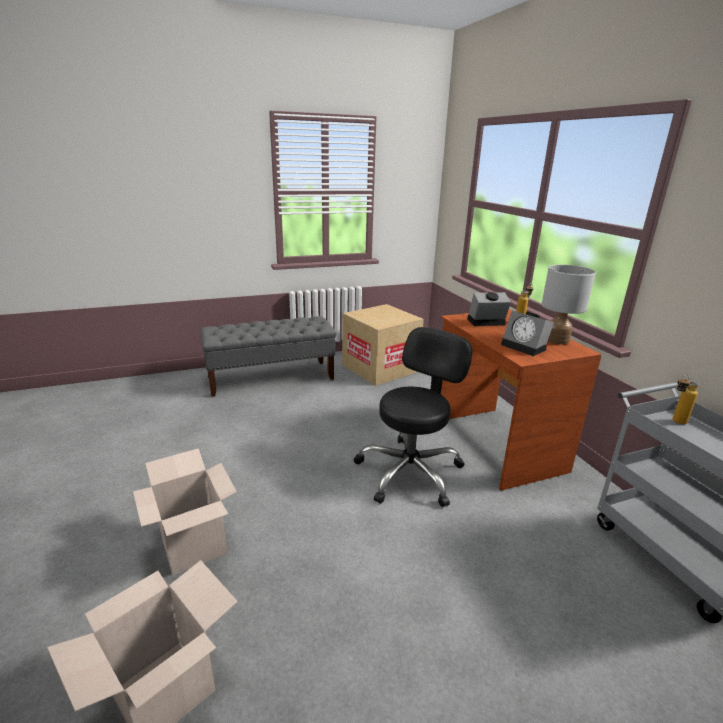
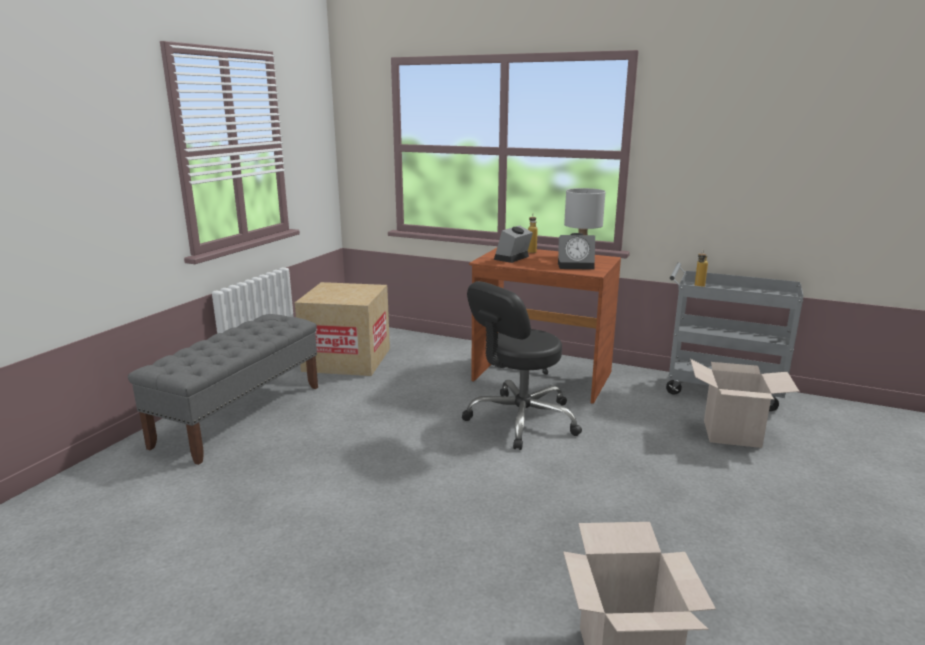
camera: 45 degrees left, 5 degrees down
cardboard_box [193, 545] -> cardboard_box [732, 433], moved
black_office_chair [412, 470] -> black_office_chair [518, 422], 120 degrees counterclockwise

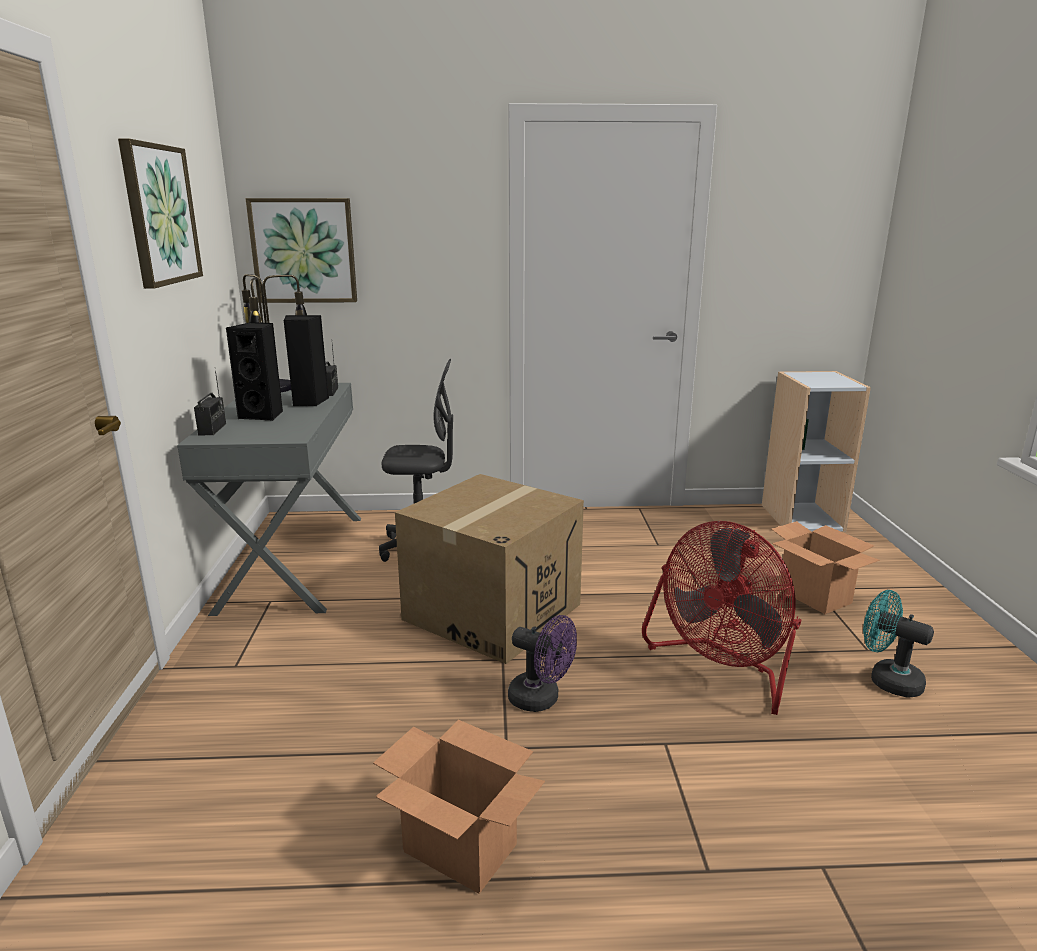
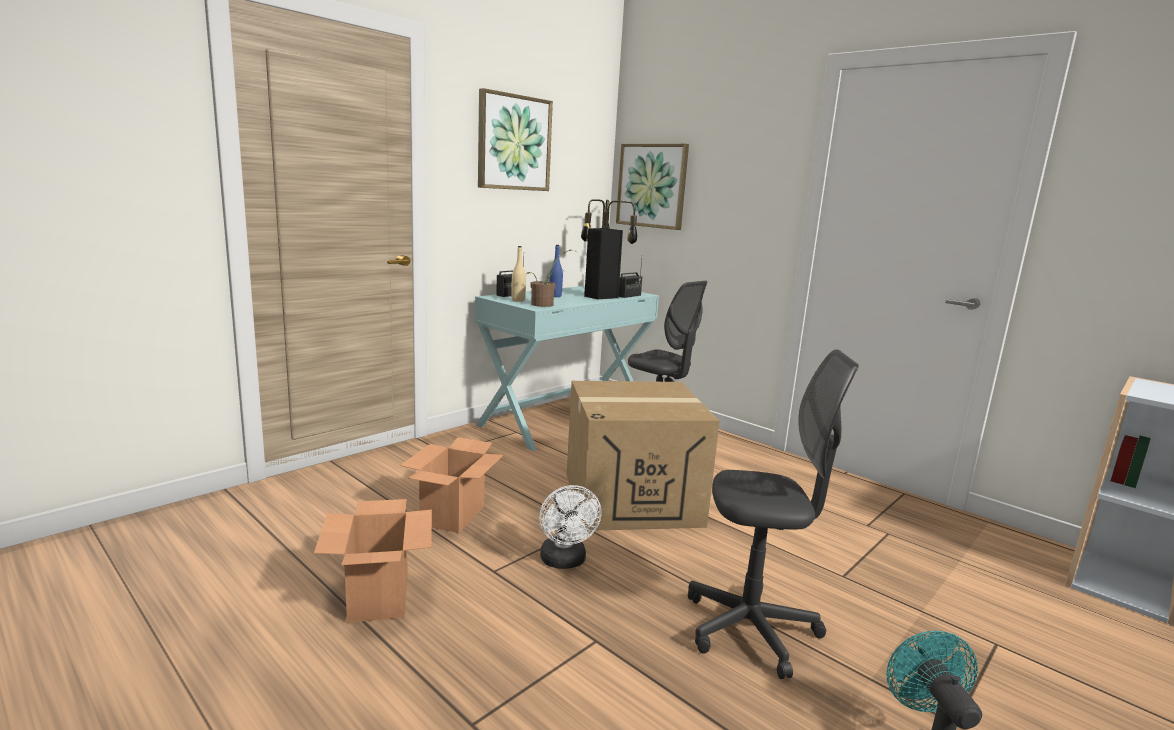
camera: 45 degrees right, 5 degrees down
grey_desk [293, 560] -> turquoise_desk [565, 418]
black_speaker [263, 415] -> blue_bottle [555, 296]
purple_fan [541, 699] -> white_fan [565, 562]
red_fan [720, 664] -> grey_office_chair [750, 629]
cardboard_box [815, 597] -> cardboard_box [452, 515], moved
none -> beige_bottle [518, 300]
none -> potted_plant [546, 304]

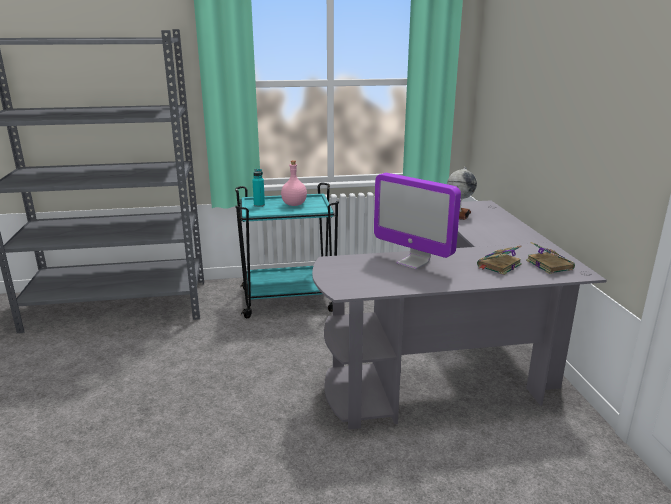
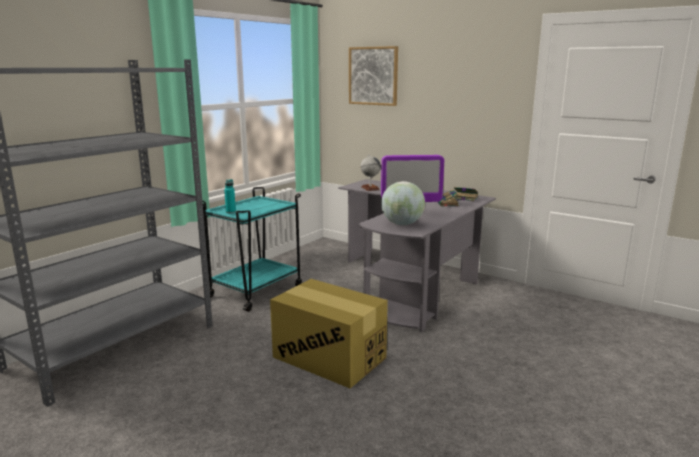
camera: 45 degrees left, 5 degrees down
pink_bottle [294, 204] -> none
none -> cardboard_box [329, 357]
none -> picture [373, 76]
none -> globe [402, 224]

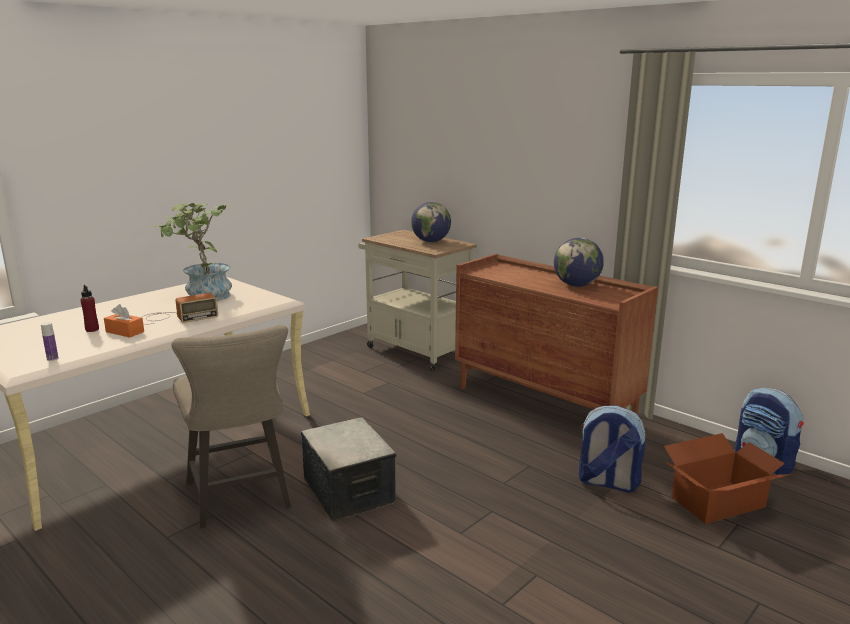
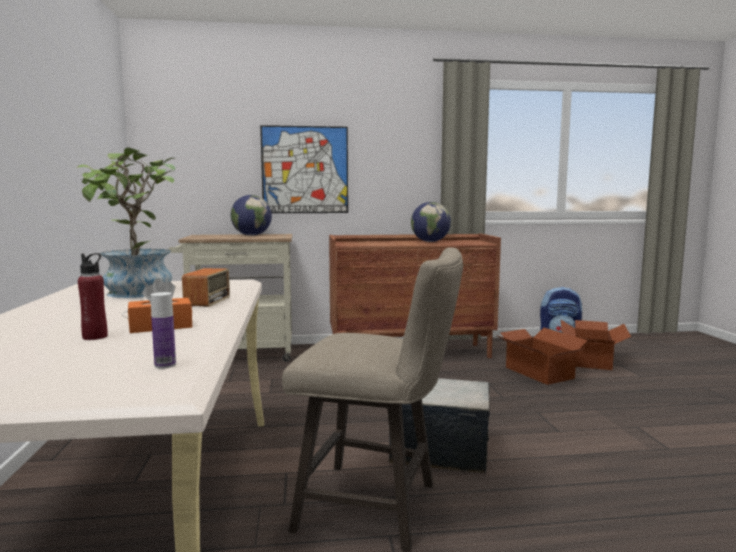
camera: 50 degrees left, 10 degrees down
backpack [607, 482] -> cardboard_box [539, 373]
none -> picture [305, 170]

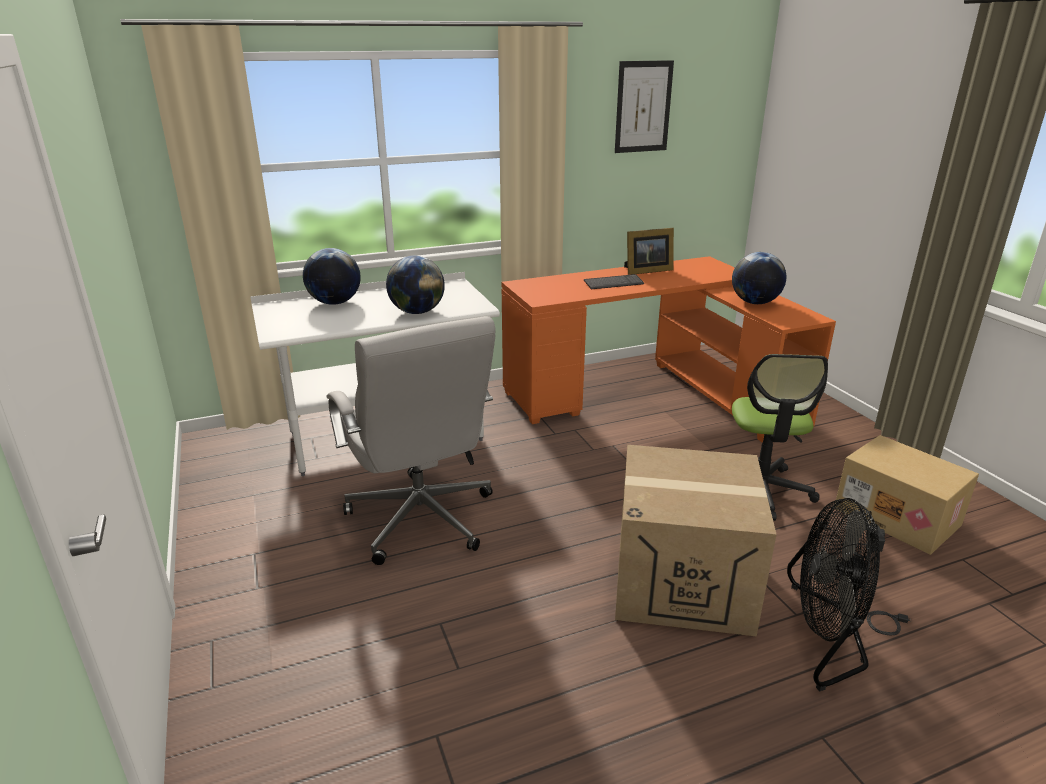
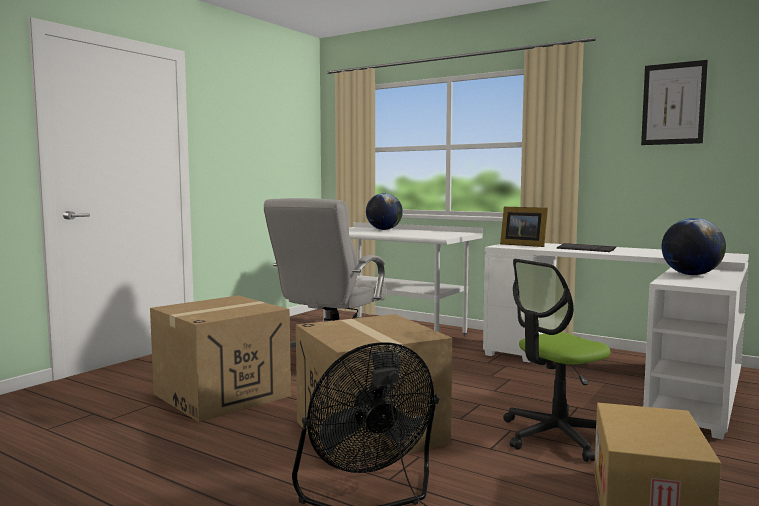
camera: 55 degrees right, 20 degrees down
globe [417, 312] -> none
orange_desk [655, 394] -> white_desk [625, 374]
picture_frame [646, 271] -> picture_frame [522, 245], moved
none -> cardboard_box [222, 395]

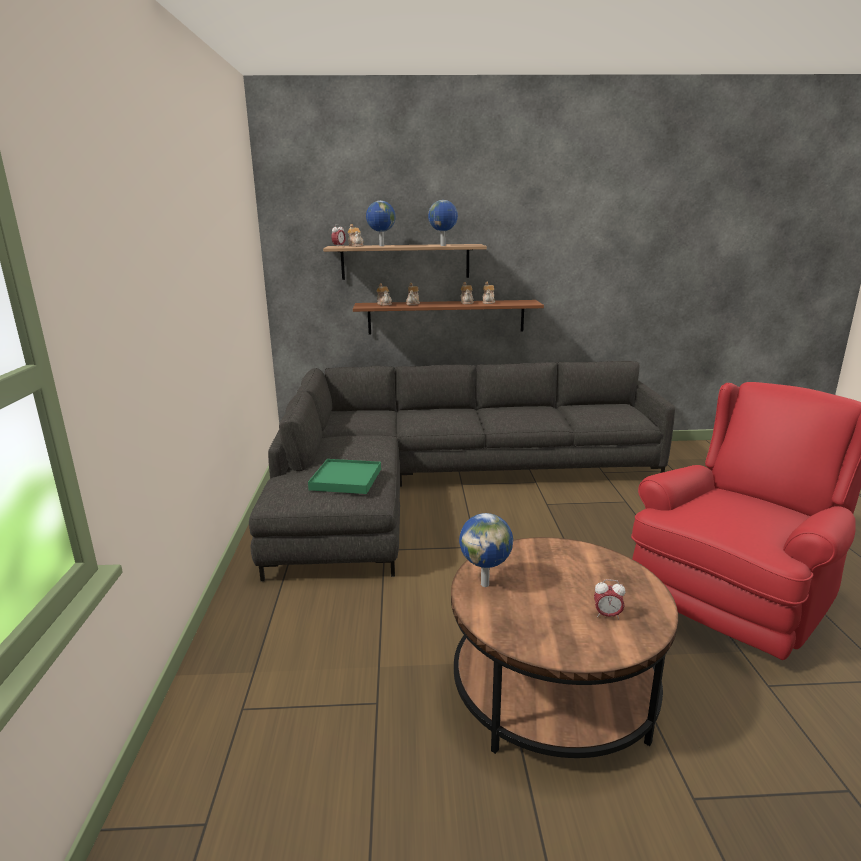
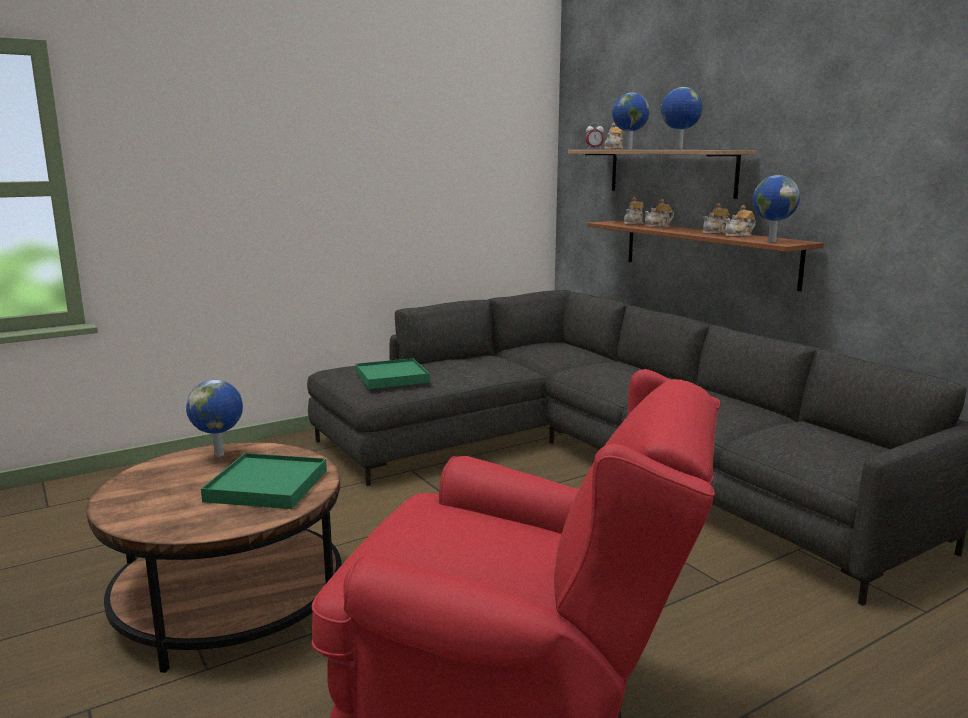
camera: 60 degrees right, 5 degrees down
alarm_clock [607, 615] -> none
none -> green_tray [267, 486]
none -> globe [771, 241]

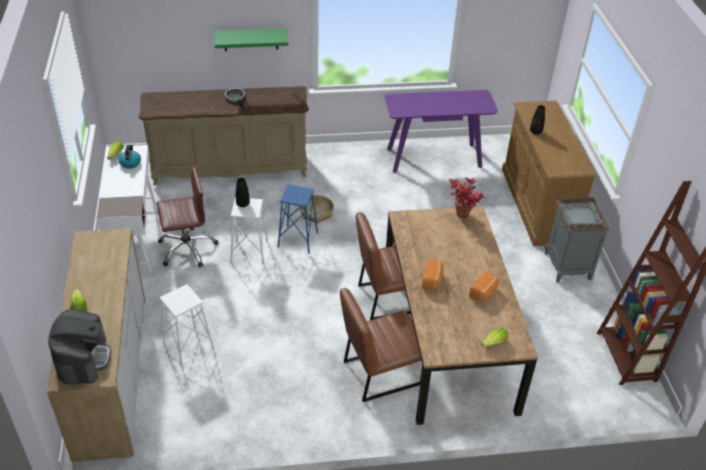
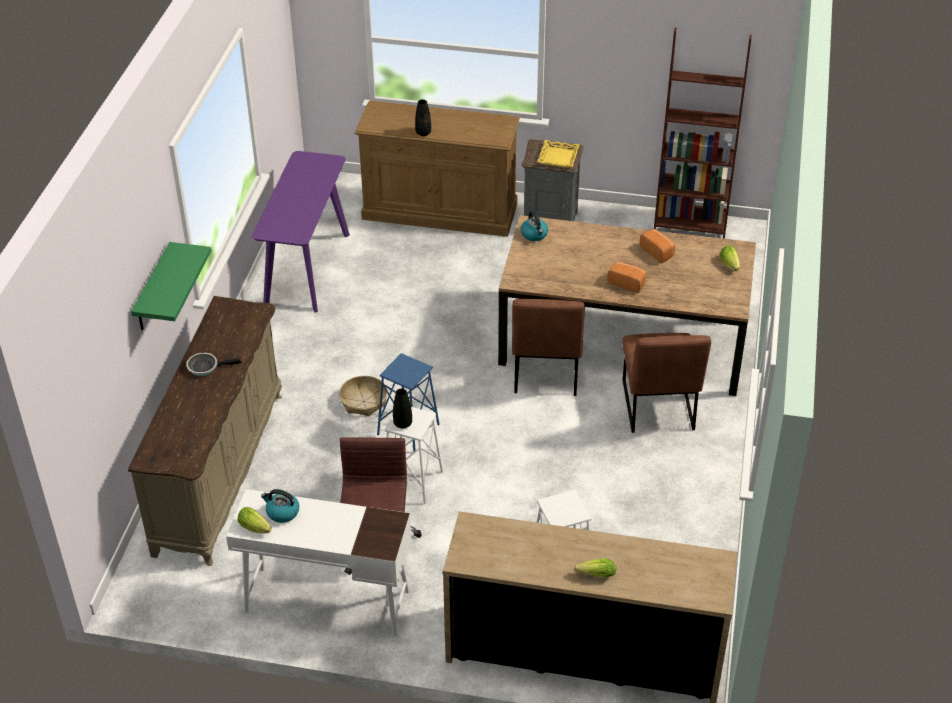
camera: 70 degrees left, 0 degrees up
coffee_machine [83, 359] -> none
potted_plant [463, 218] -> kettle [534, 235]
grey_tray [580, 217] -> yellow_tray [558, 157]

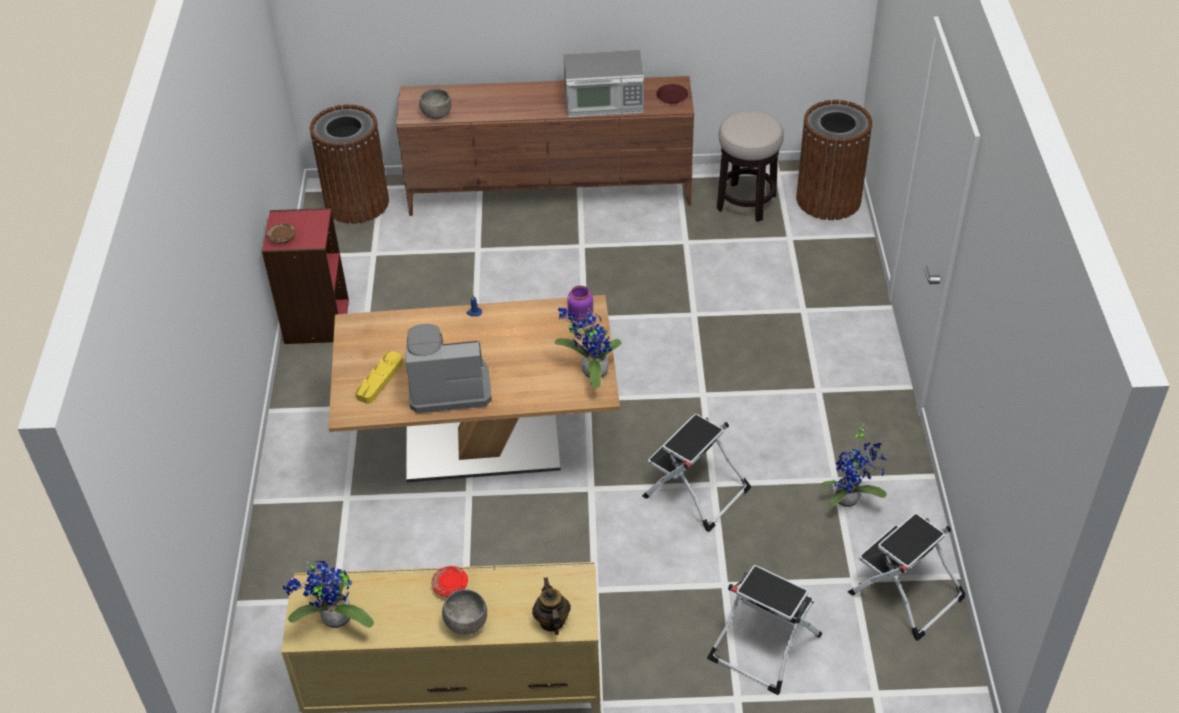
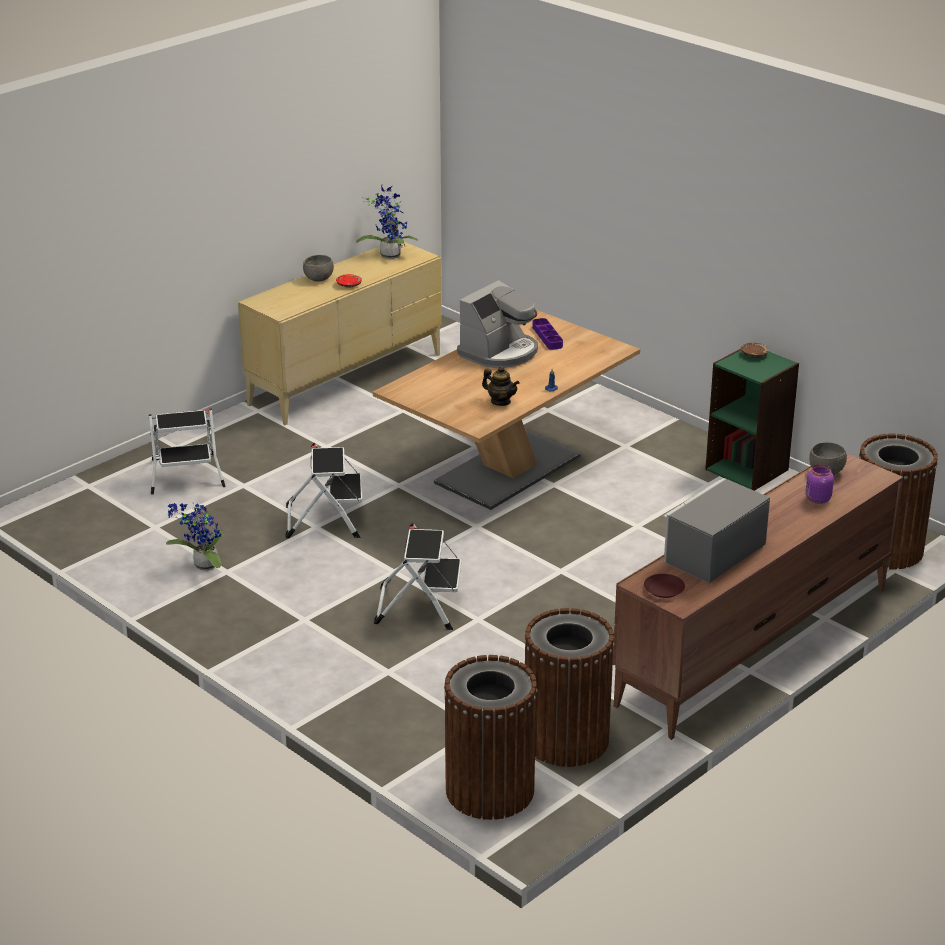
camera: 135 degrees right, 15 degrees down
red_bookcase [316, 321] -> green_bookcase [747, 469]
yellow_tray [380, 380] -> purple_tray [547, 337]
teapot [552, 621] -> teapot [500, 401], moved
potted_plant [591, 371] -> none
purple_jar [581, 316] -> purple_jar [817, 499], moved
stool [746, 202] -> brown_trash_can [566, 739]
step_ladder [906, 591] -> step_ladder [419, 605], moved

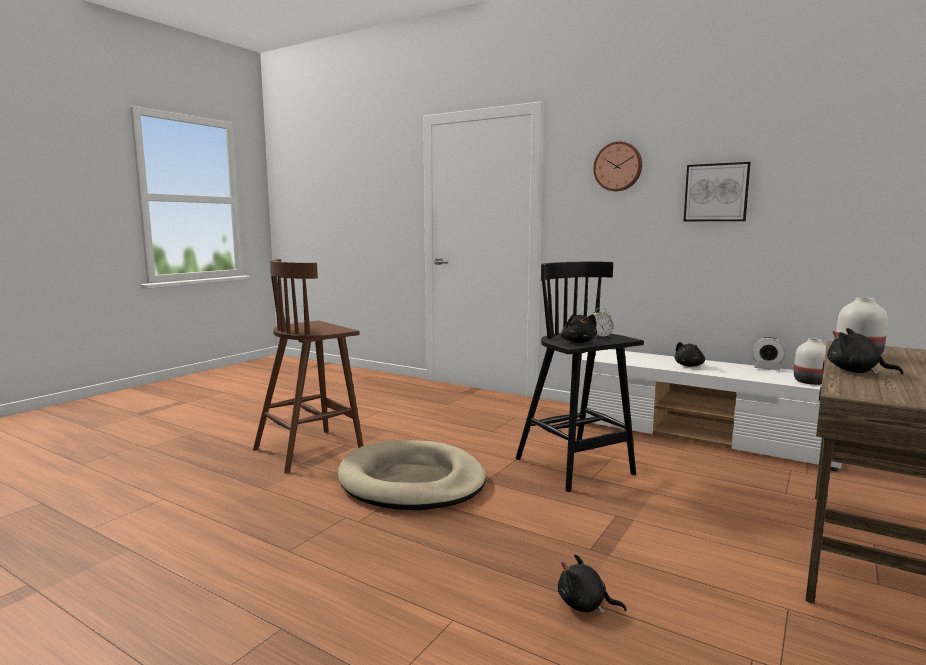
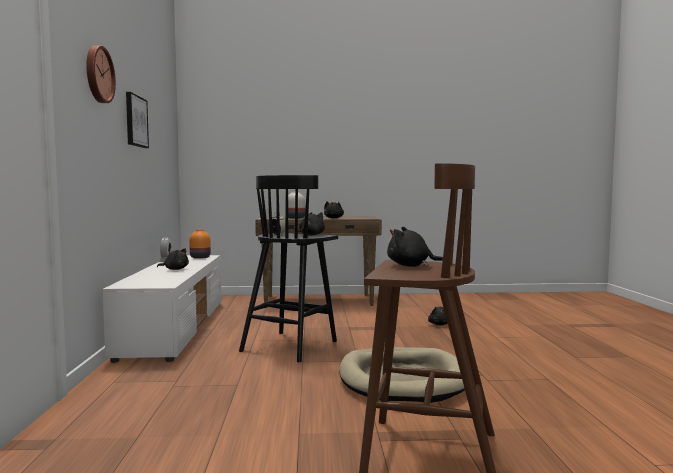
camera: 125 degrees left, 5 degrees down
white_vase [811, 382] -> orange_vase [200, 257]
none -> black_plush_toy [411, 266]

